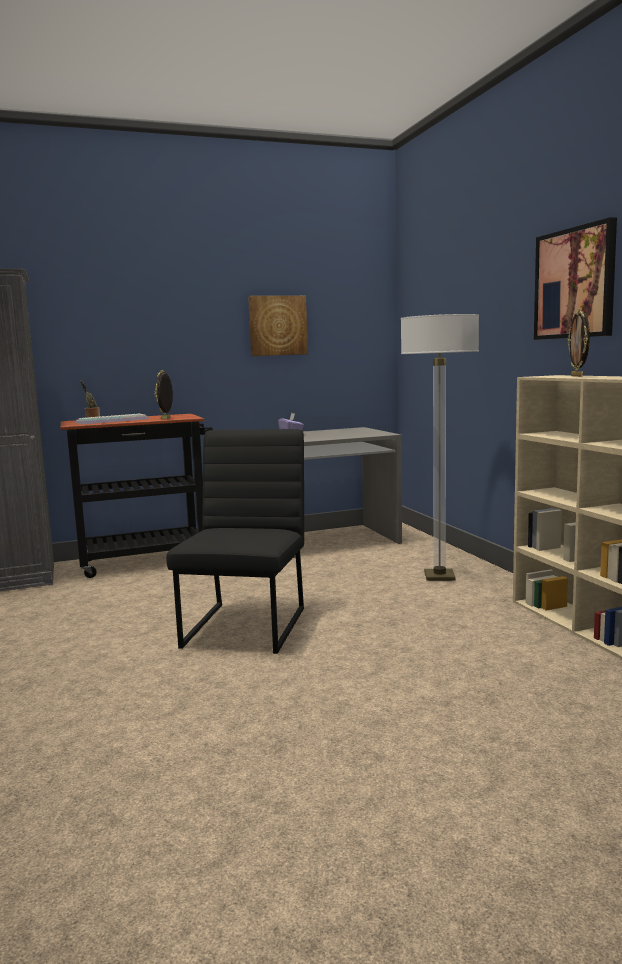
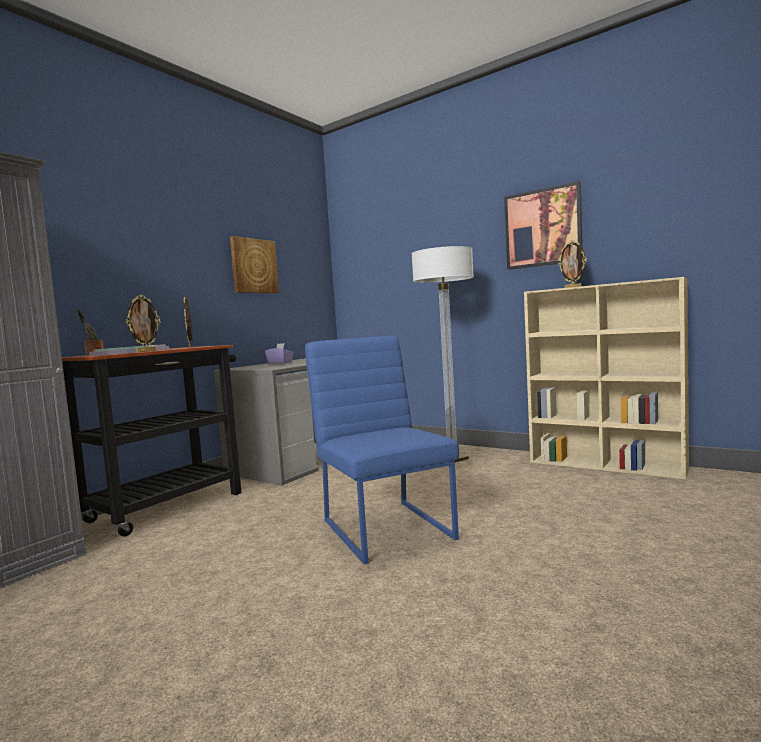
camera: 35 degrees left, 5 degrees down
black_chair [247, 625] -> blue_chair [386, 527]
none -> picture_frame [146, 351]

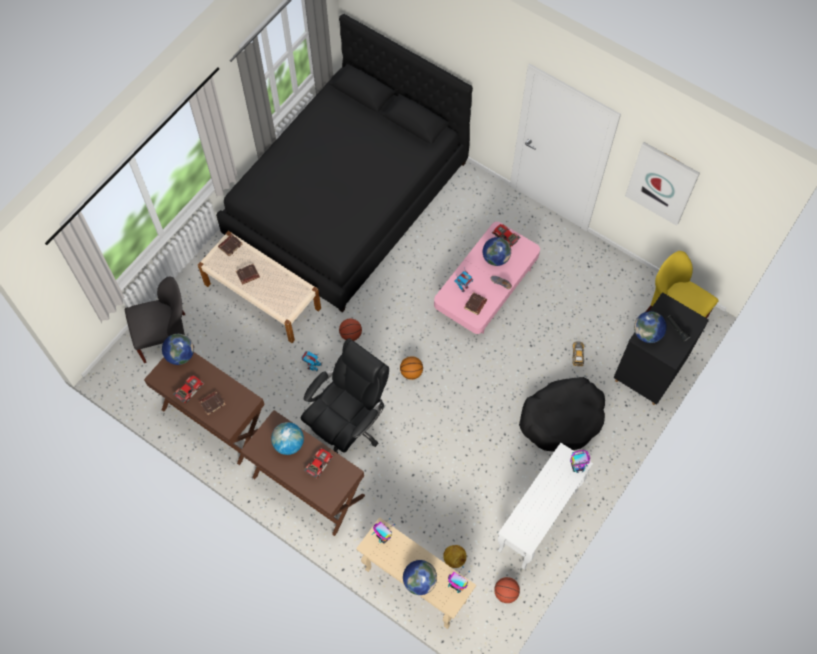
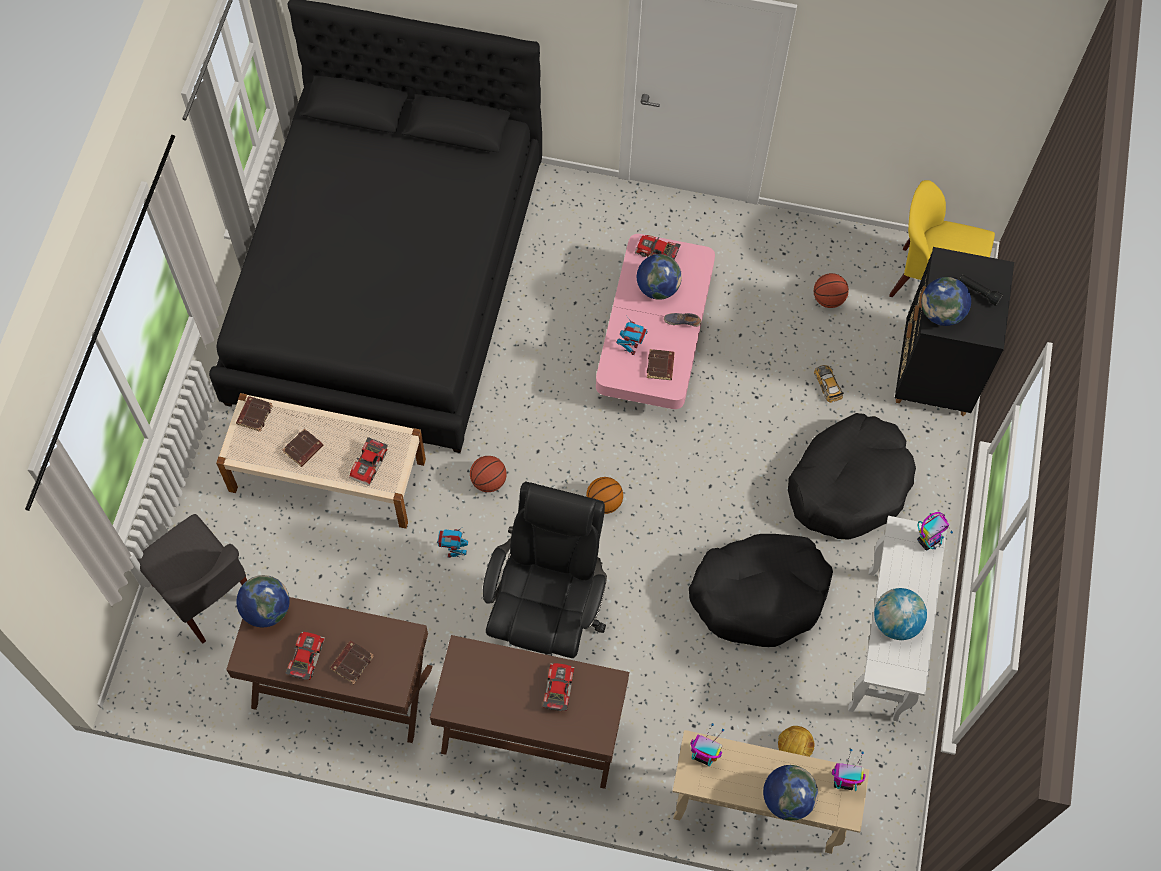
camera: 25 degrees left, 0 degrees up
grey_chair [166, 337] -> grey_chair [206, 594], 90 degrees clockwise
globe [288, 443] -> globe [895, 622], moved
basketball [506, 592] -> basketball [828, 299], moved
picture [662, 183] -> none
none -> toy_car [370, 464]
none -> black_dog_bed [759, 594]

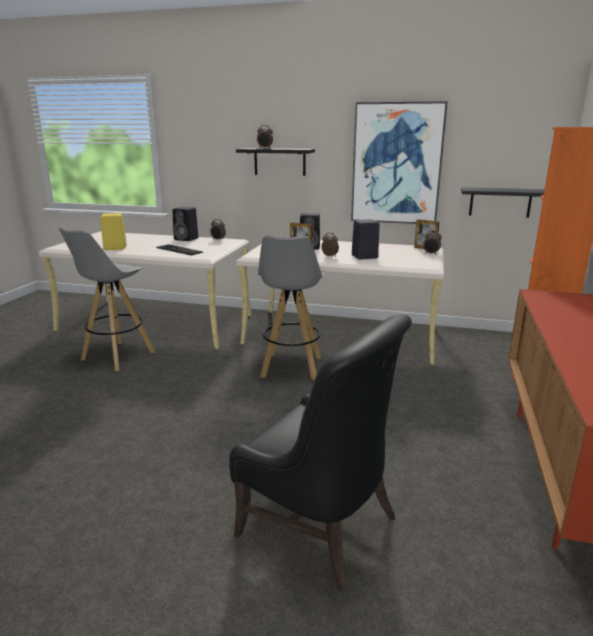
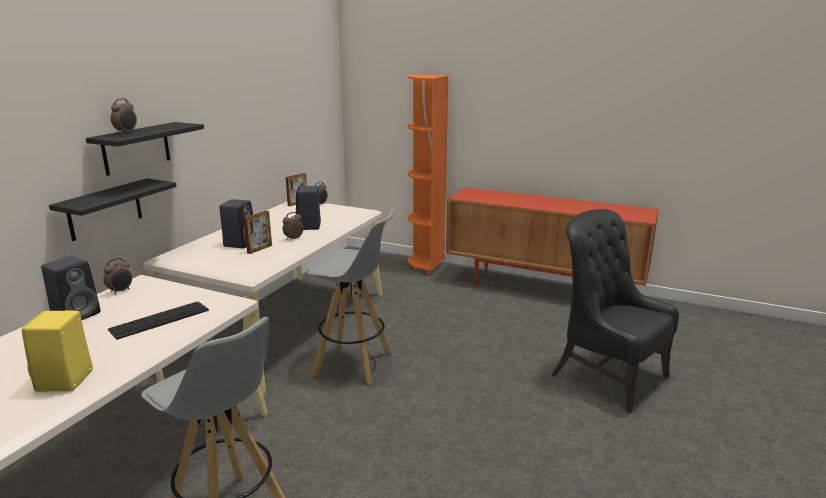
camera: 80 degrees left, 0 degrees up
black_chair [320, 525] -> black_chair [607, 375], 90 degrees counterclockwise
picture [396, 164] -> none
black_shelf [500, 202] -> black_shelf [105, 209], moved

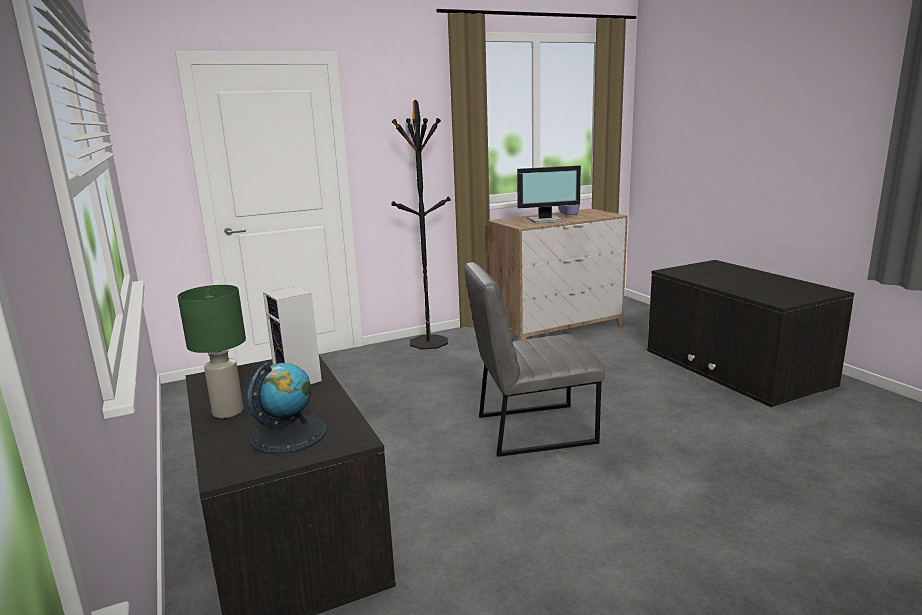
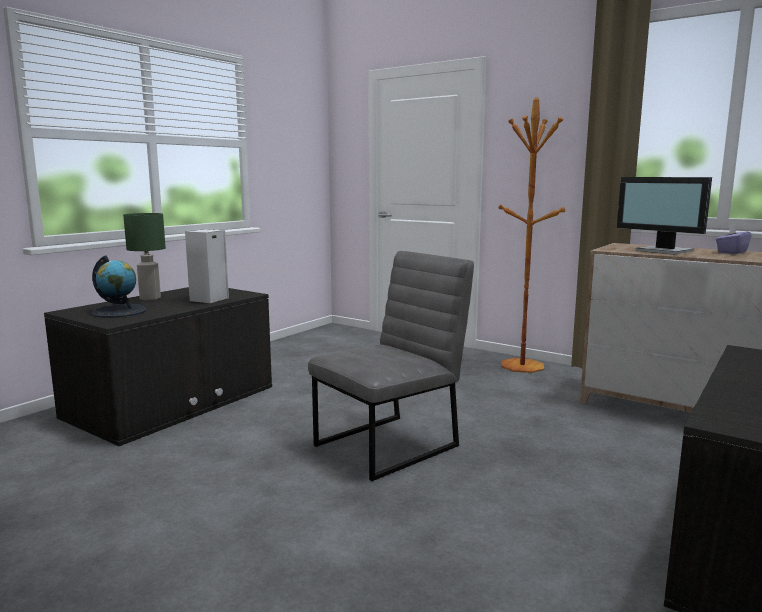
camera: 60 degrees right, 5 degrees down
black_clothes_rack [429, 342] -> orange_clothes_rack [522, 365]
grey_chair [532, 429] -> grey_chair [390, 445], 90 degrees clockwise

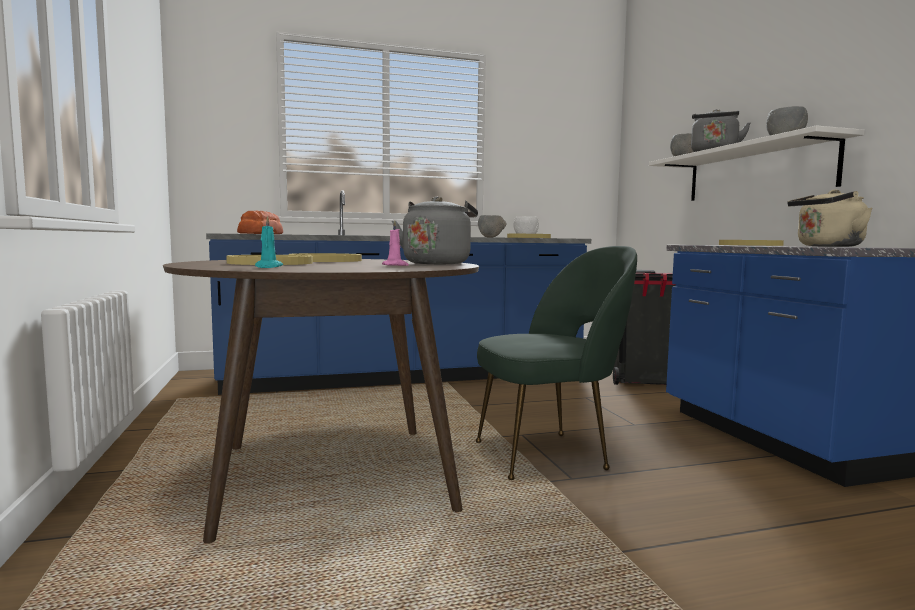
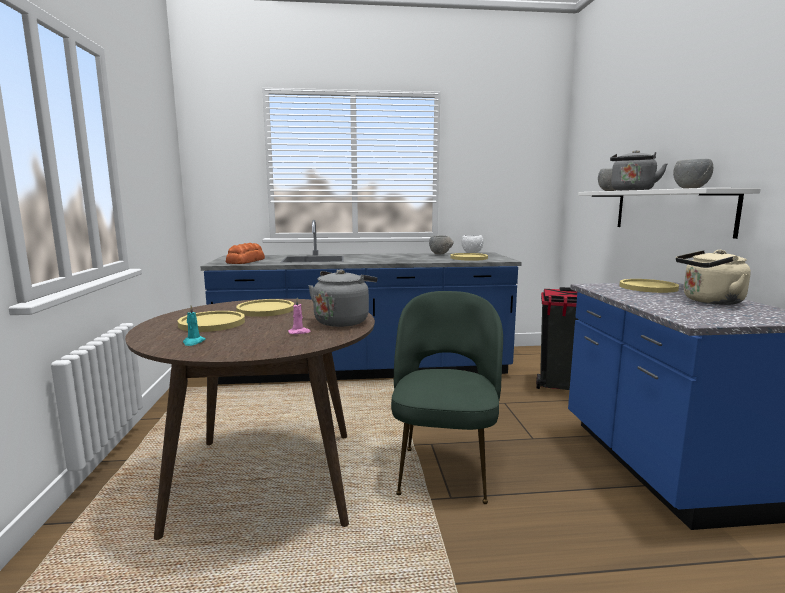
camera: 10 degrees right, 5 degrees up
green_chair [550, 455] -> green_chair [444, 469], 75 degrees counterclockwise

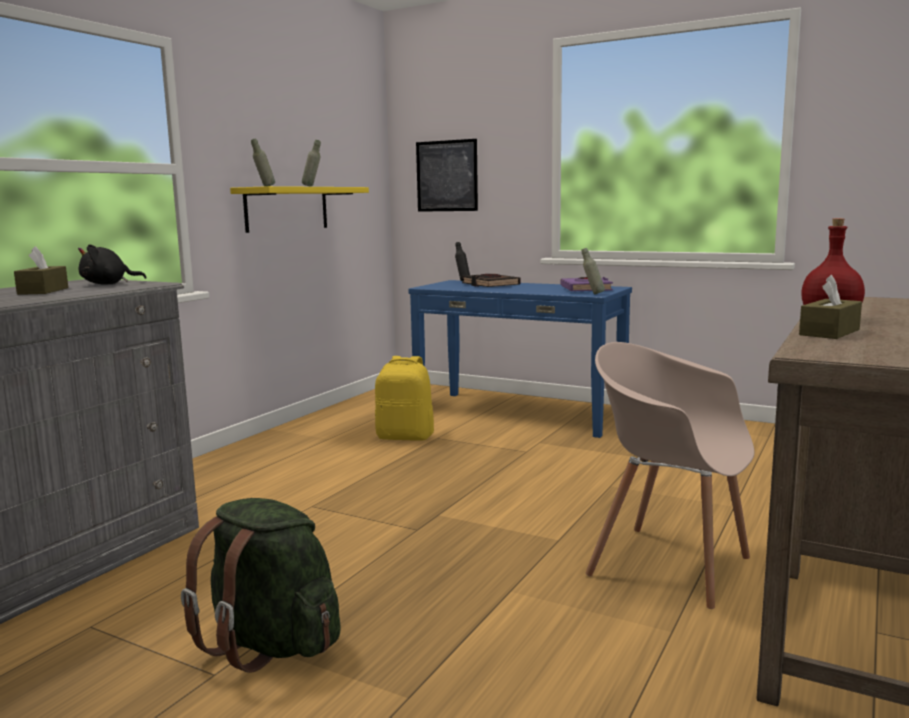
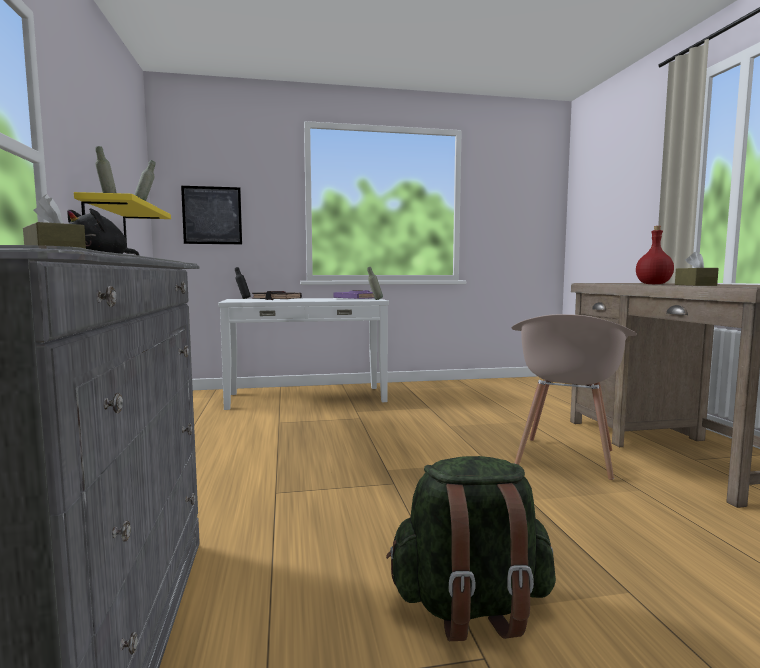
camera: 40 degrees left, 5 degrees down
yellow_backpack [405, 437] -> none
blue_console_table [519, 413] -> white_console_table [306, 397]
beige_chair [667, 565] -> beige_chair [565, 458], 60 degrees counterclockwise

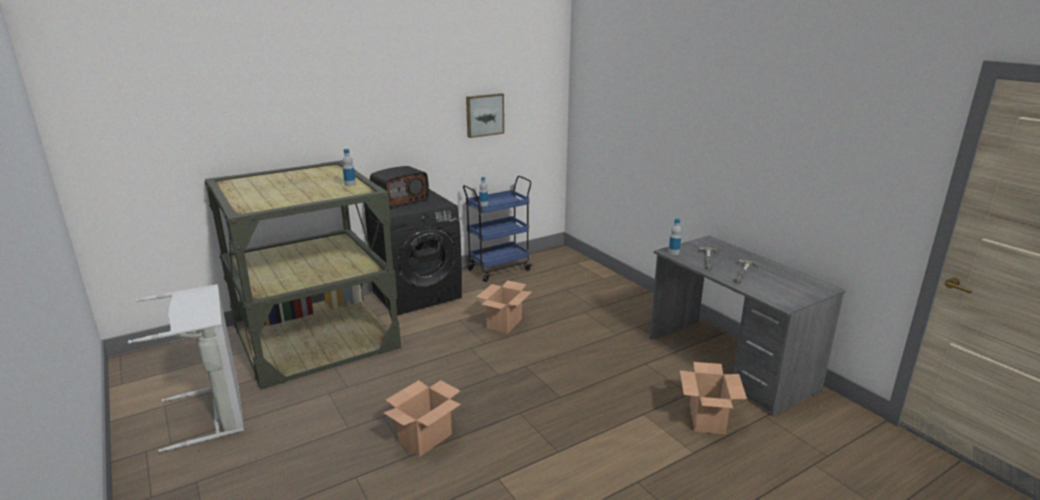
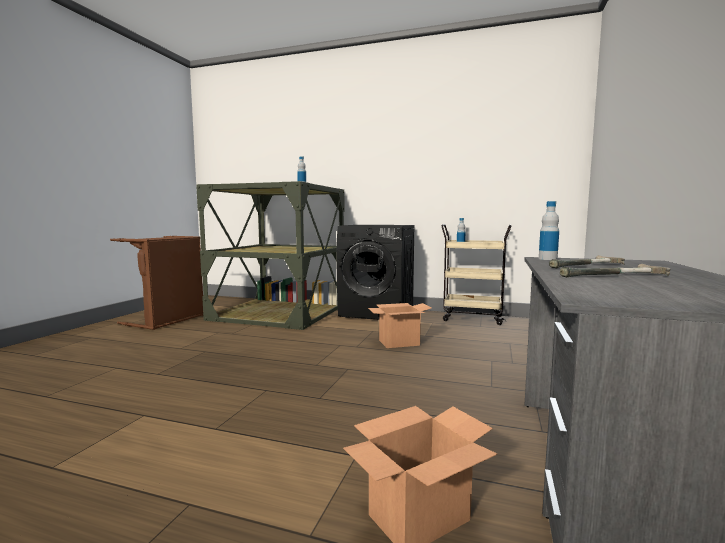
camera: 50 degrees right, 15 degrees down
grey_laundry_basket [215, 413] -> brown_laundry_basket [168, 321]
radio [400, 200] -> none
cardboard_box [425, 438] -> none
blue_cart [499, 270] -> beige_cart [473, 318]
picture [484, 115] -> none

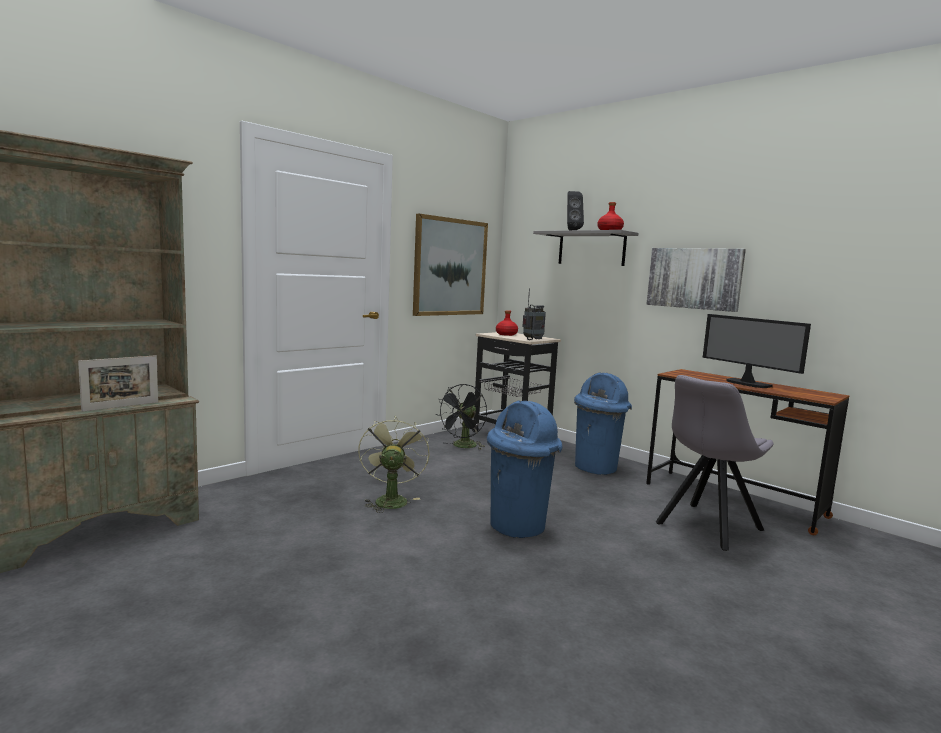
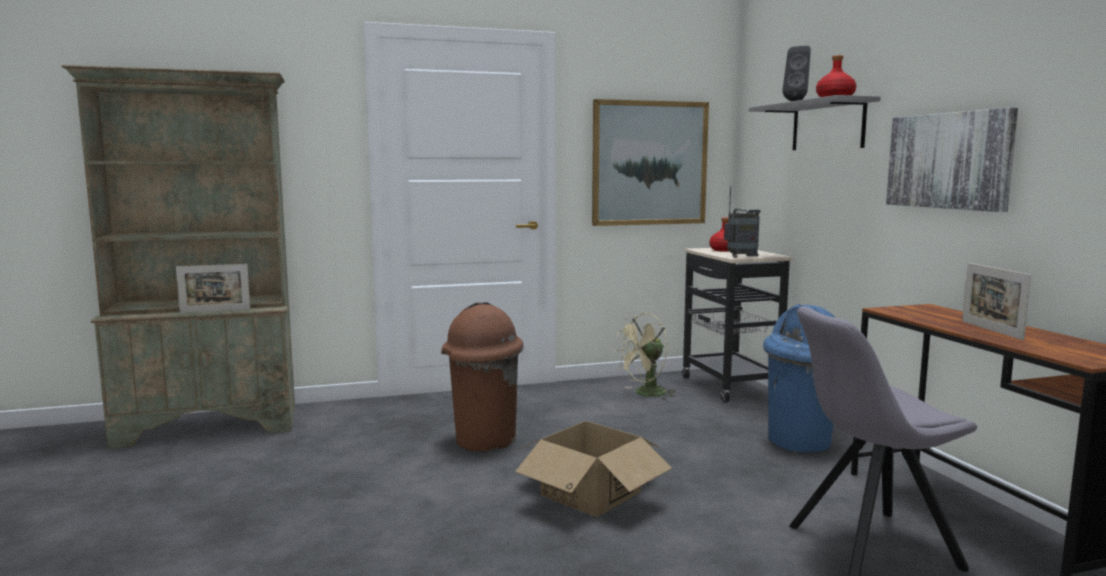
camera: 30 degrees right, 0 degrees up
green_fan [390, 500] -> brown_trash_can [484, 440]
black_fan [462, 446] -> beige_fan [645, 394]
blue_trash_can [518, 526] -> cardboard_box [590, 493]
monitor [747, 384] -> picture_frame [991, 330]

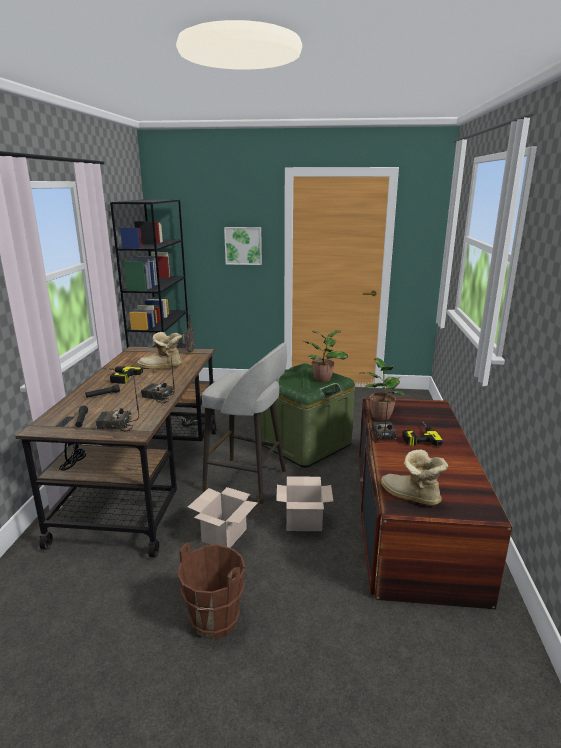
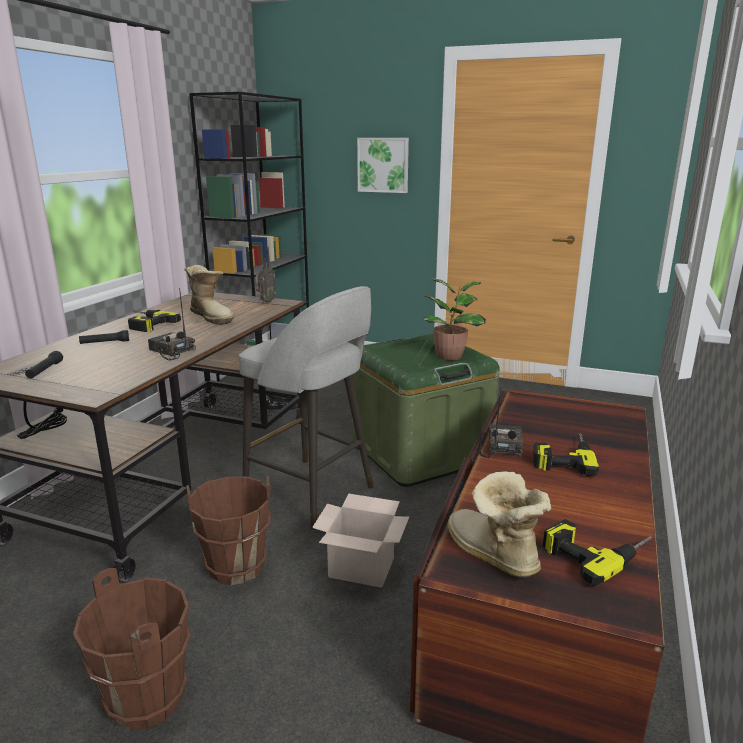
camera: 15 degrees right, 0 degrees up
radio [115, 425] -> none
boot [161, 367] -> boot [212, 317], 150 degrees counterclockwise
cardboard_box [224, 534] -> brown_bucket [236, 566]
potted_plant [380, 416] -> none
none -> power_drill [596, 550]

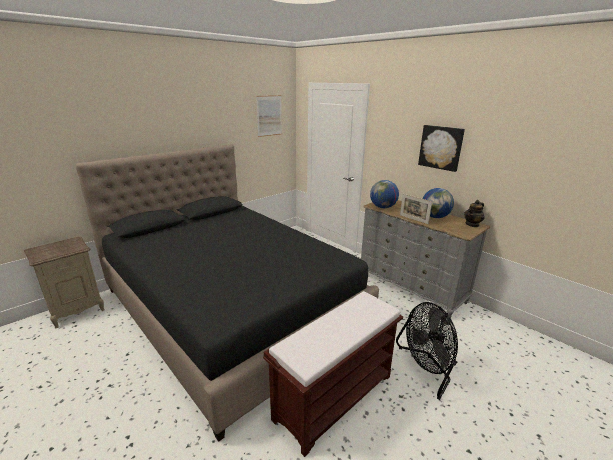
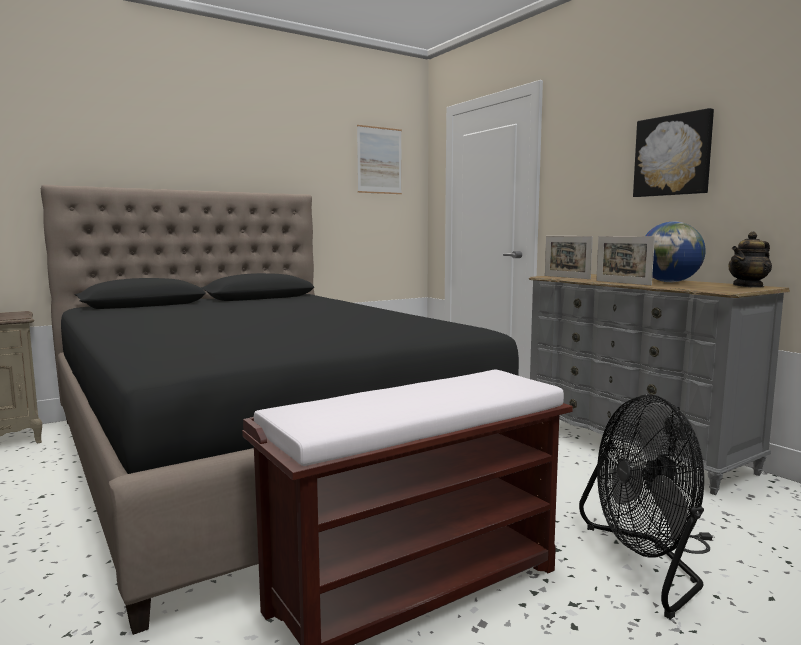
camera: 10 degrees right, 15 degrees down
globe [383, 207] -> picture_frame [566, 277]

